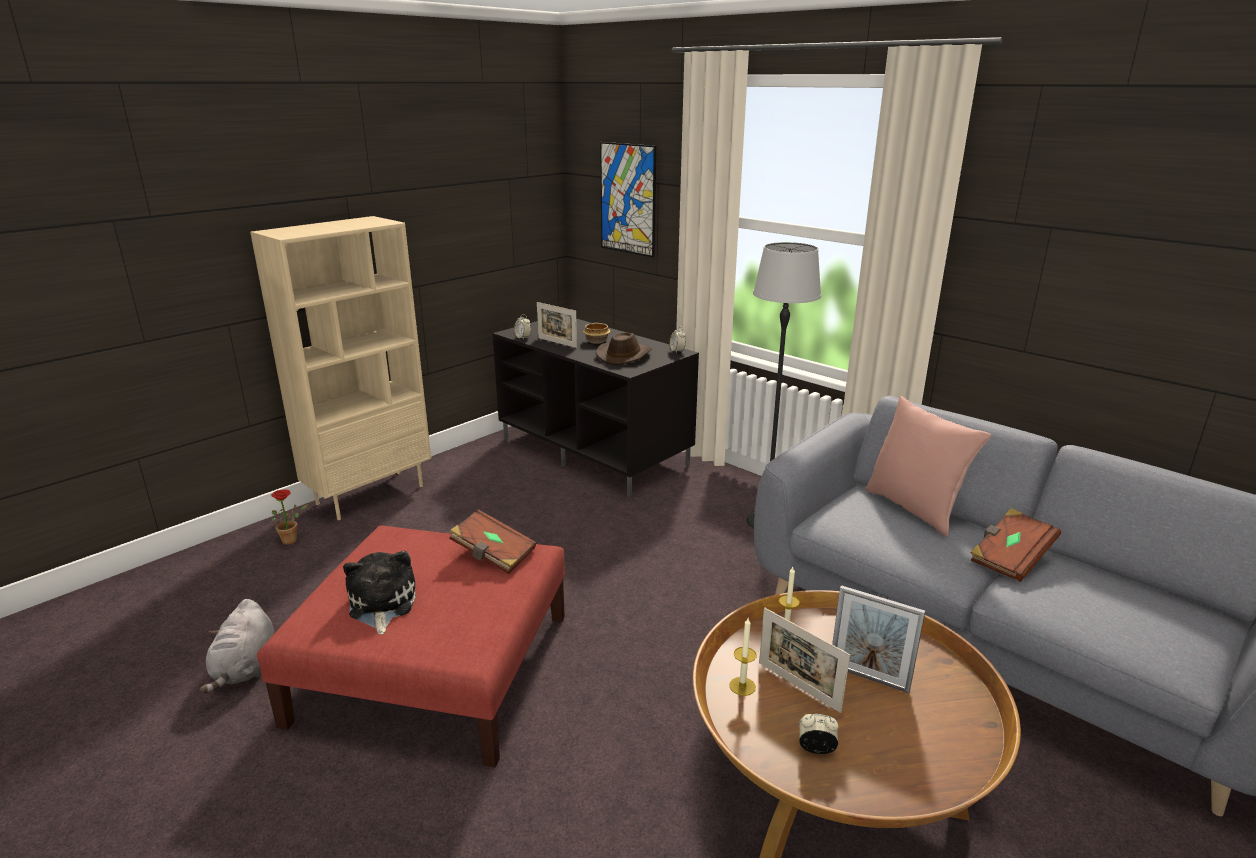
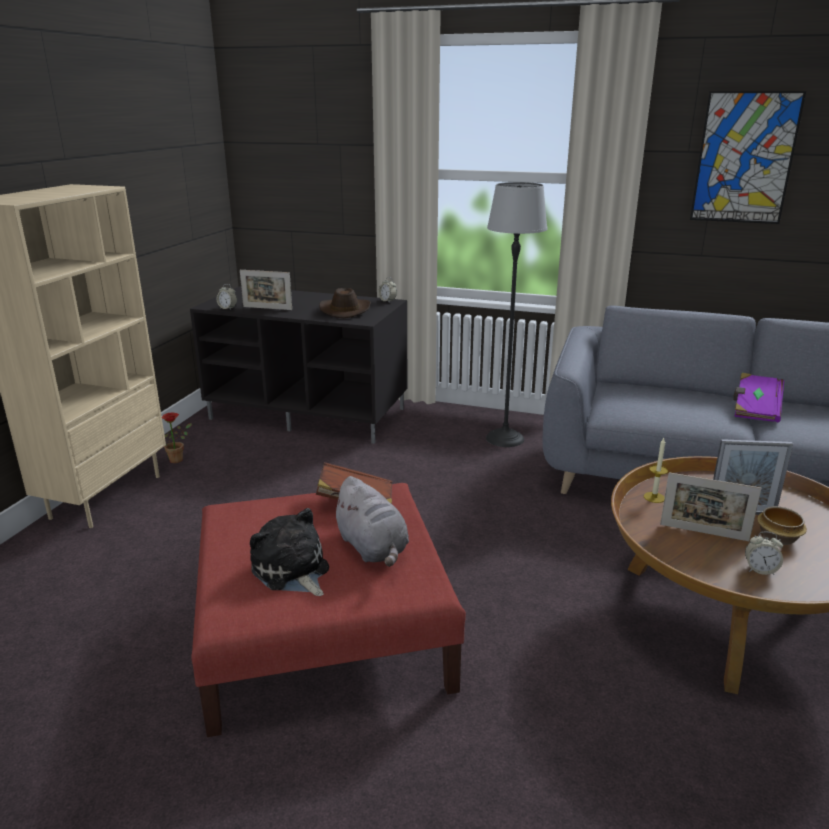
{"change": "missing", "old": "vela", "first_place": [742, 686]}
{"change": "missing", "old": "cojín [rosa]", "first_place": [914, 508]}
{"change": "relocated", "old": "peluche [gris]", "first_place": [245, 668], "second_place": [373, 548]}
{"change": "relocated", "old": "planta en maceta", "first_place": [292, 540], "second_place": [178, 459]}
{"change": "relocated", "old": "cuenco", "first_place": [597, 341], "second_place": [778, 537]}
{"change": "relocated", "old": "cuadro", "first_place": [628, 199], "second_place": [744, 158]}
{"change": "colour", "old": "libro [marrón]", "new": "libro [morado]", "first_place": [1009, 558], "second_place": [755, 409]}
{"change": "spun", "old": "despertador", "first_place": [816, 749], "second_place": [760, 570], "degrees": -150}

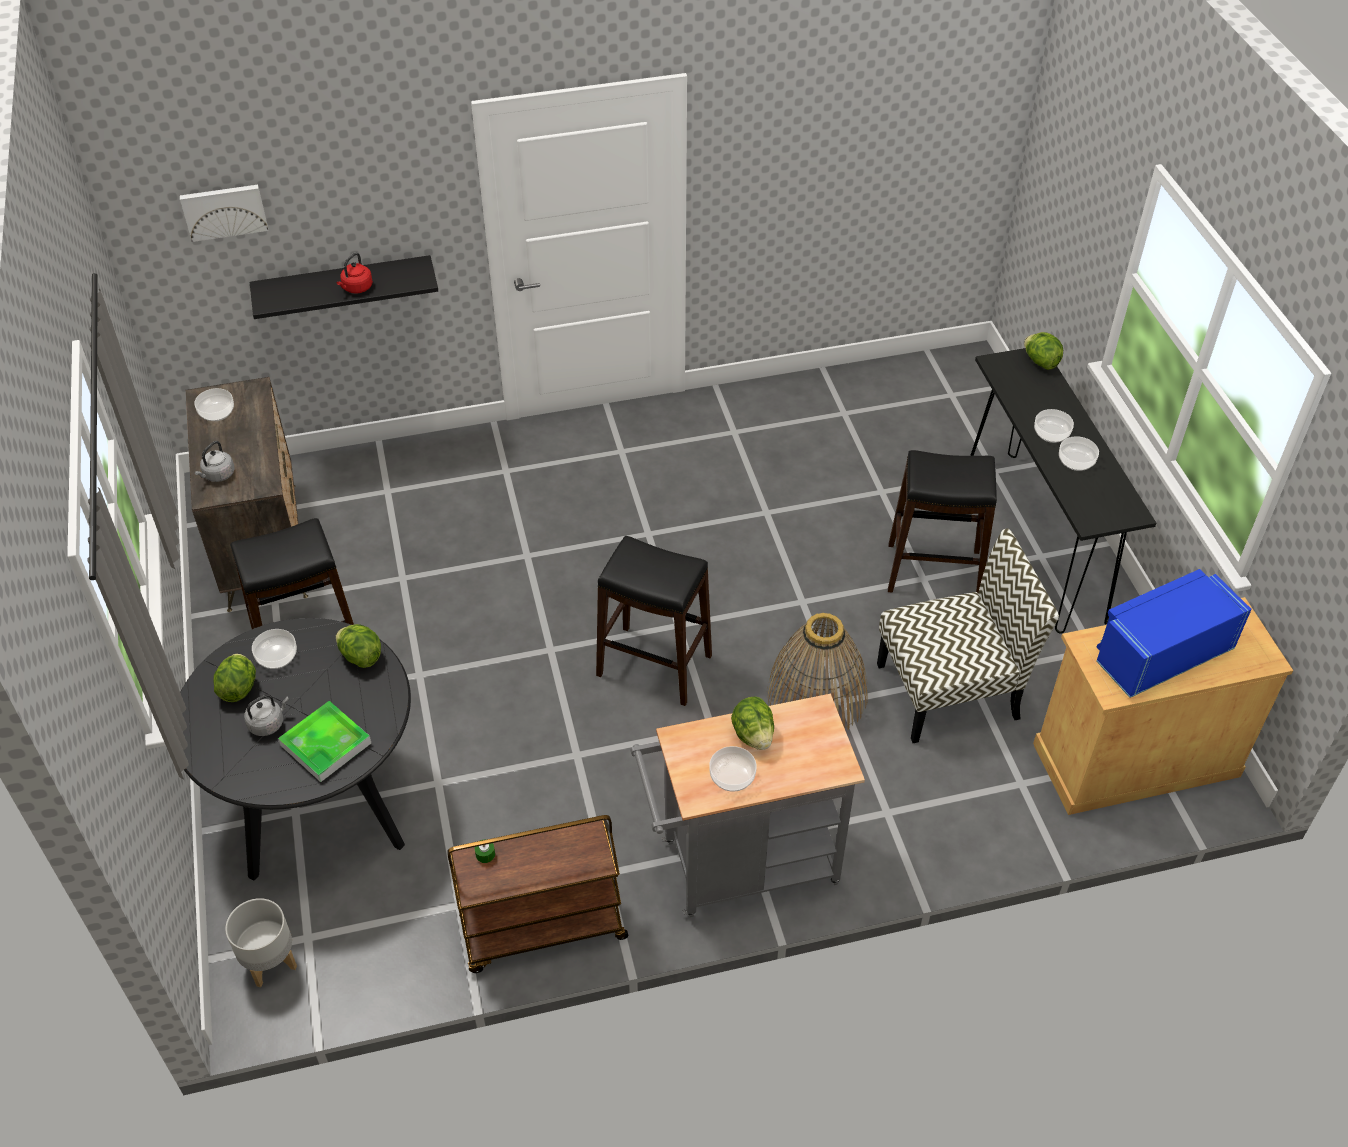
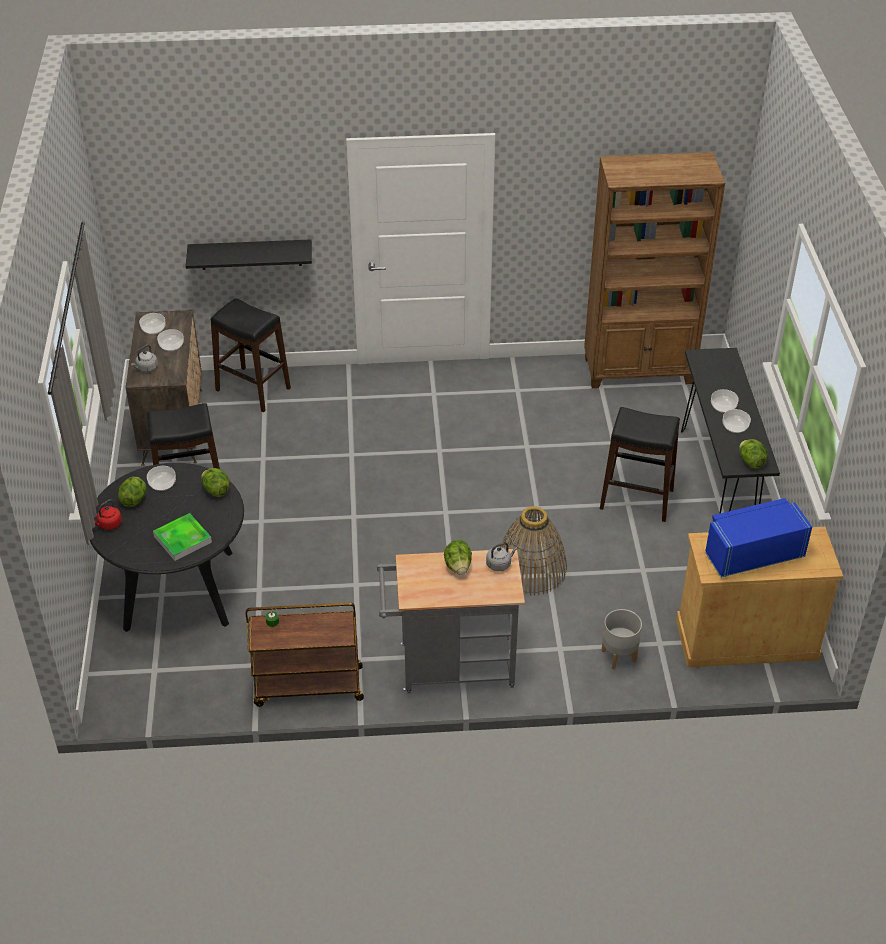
{"change": "missing", "old": "cuadro", "first_place": [224, 211]}
{"change": "missing", "old": "silla", "first_place": [950, 690]}
{"change": "appeared", "new": "estantería [marrón]", "second_place": [639, 371]}
{"change": "relocated", "old": "maceta [gris]", "first_place": [269, 962], "second_place": [618, 656]}
{"change": "relocated", "old": "hervidor [gris]", "first_place": [268, 723], "second_place": [499, 564]}
{"change": "relocated", "old": "hervidor [rojo]", "first_place": [356, 288], "second_place": [109, 524]}
{"change": "relocated", "old": "taburete [negro]", "first_place": [653, 665], "second_place": [252, 389]}
{"change": "relocated", "old": "cuenco", "first_place": [733, 777], "second_place": [171, 345]}
{"change": "relocated", "old": "lechuga", "first_place": [1040, 362], "second_place": [750, 461]}

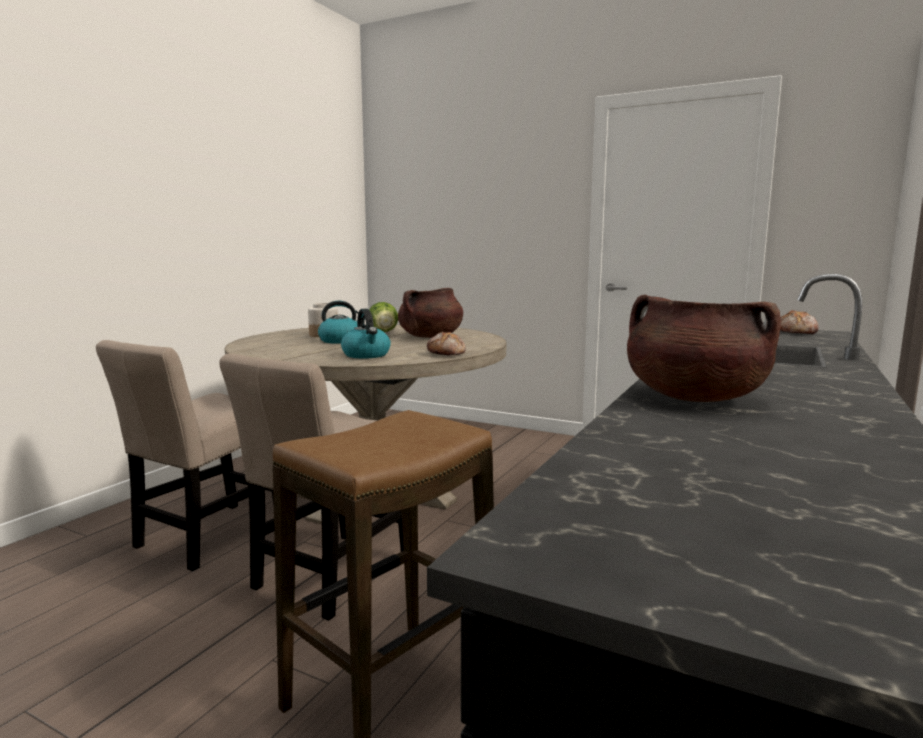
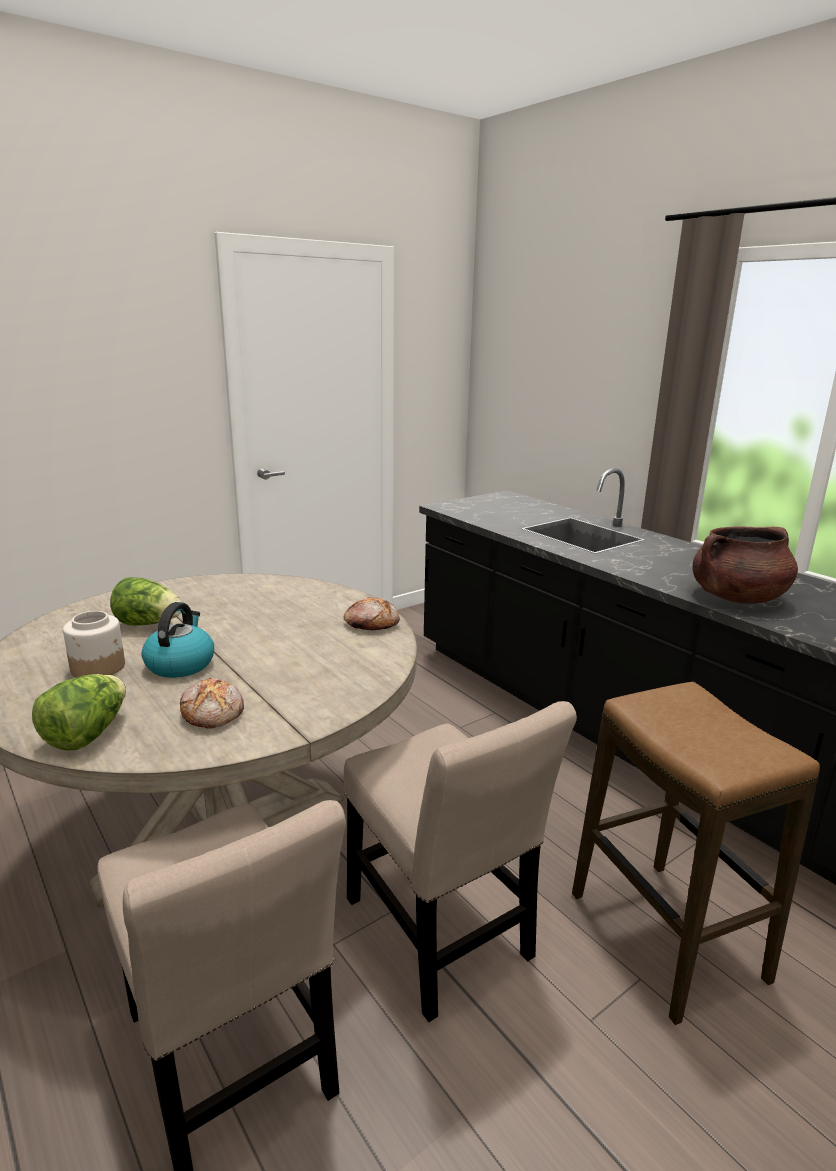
{"change": "missing", "old": "hervidor", "first_place": [366, 355]}
{"change": "missing", "old": "olla [marrón]", "first_place": [430, 337]}
{"change": "appeared", "new": "lechuga", "second_place": [87, 734]}
{"change": "relocated", "old": "pan", "first_place": [797, 332], "second_place": [214, 713]}

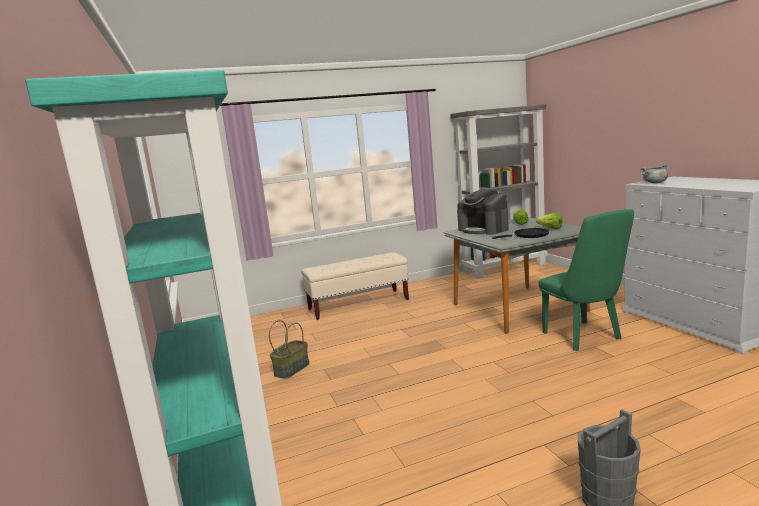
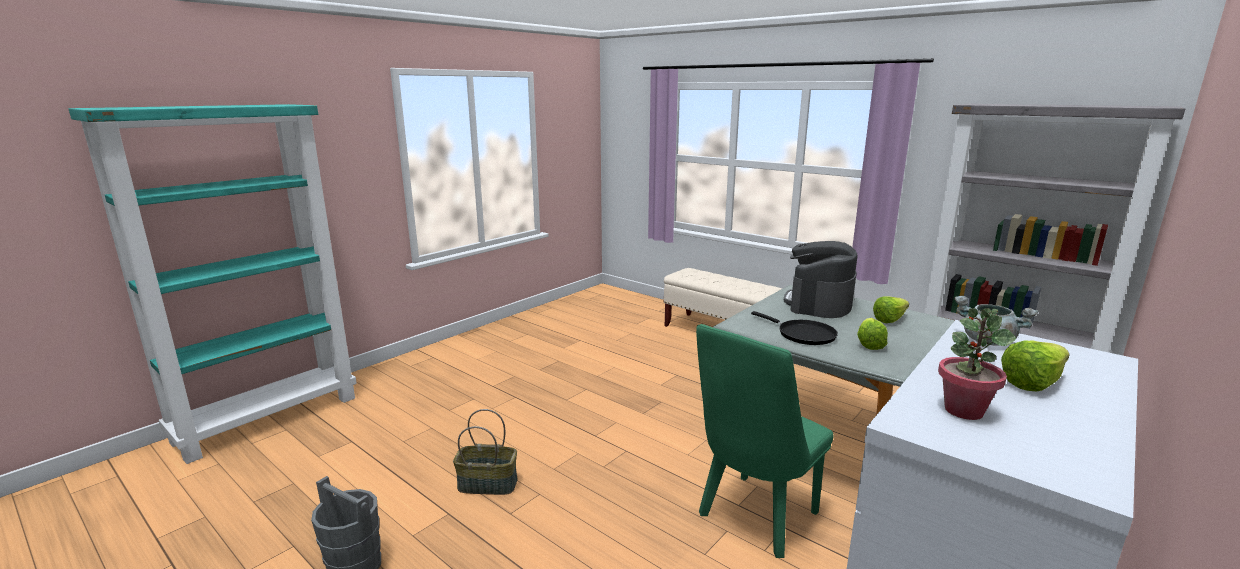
{"change": "appeared", "new": "planta en maceta", "second_place": [963, 410]}
{"change": "appeared", "new": "lechuga", "second_place": [1038, 383]}
{"change": "relocated", "old": "cesta", "first_place": [291, 369], "second_place": [488, 484]}

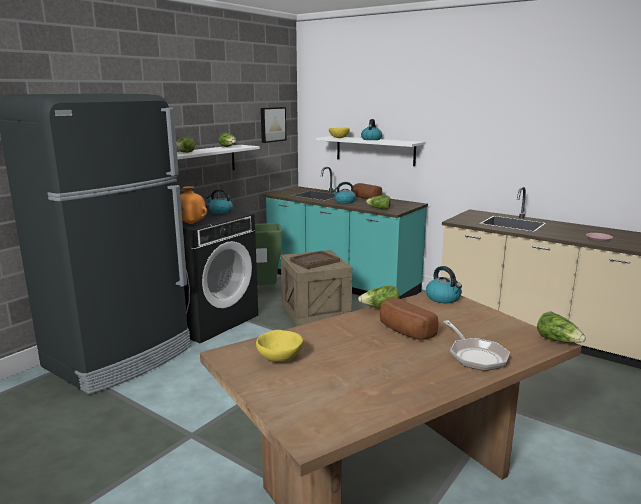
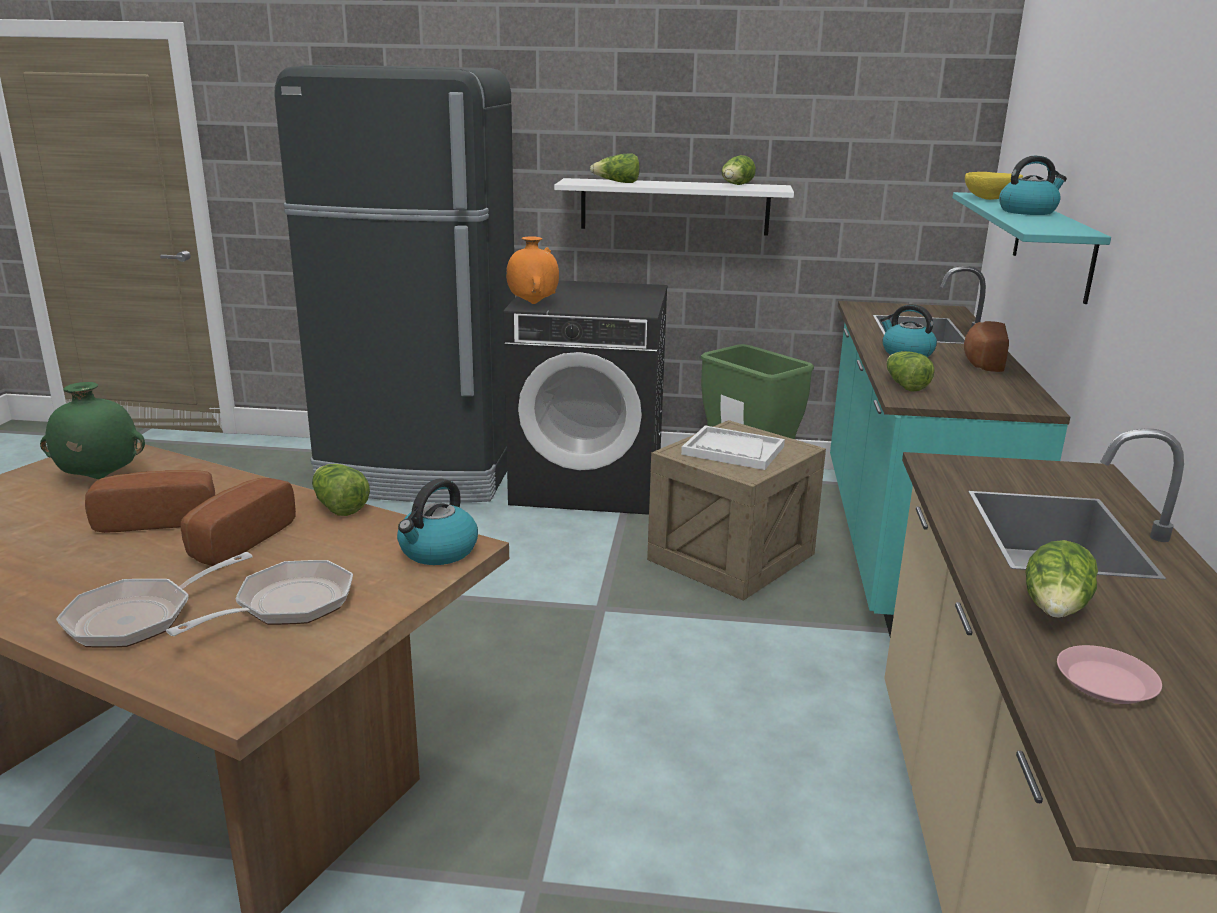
{"change": "missing", "old": "hervidor", "first_place": [220, 211]}
{"change": "missing", "old": "cuadro", "first_place": [272, 124]}
{"change": "appeared", "new": "pan", "second_place": [159, 519]}
{"change": "appeared", "new": "sartén", "second_place": [286, 606]}
{"change": "relocated", "old": "lechuga", "first_place": [558, 341], "second_place": [1055, 609]}
{"change": "exchanged", "old": "cuenco [amarillo]", "new": "florero [verde]", "first_place": [280, 358], "second_place": [99, 478]}
{"change": "colour", "old": "bandeja [marrón]", "new": "bandeja [blanco]", "first_place": [314, 261], "second_place": [732, 450]}
{"change": "colour", "old": "estante [blanco]", "new": "estante [turquesa]", "first_place": [375, 150], "second_place": [1052, 245]}

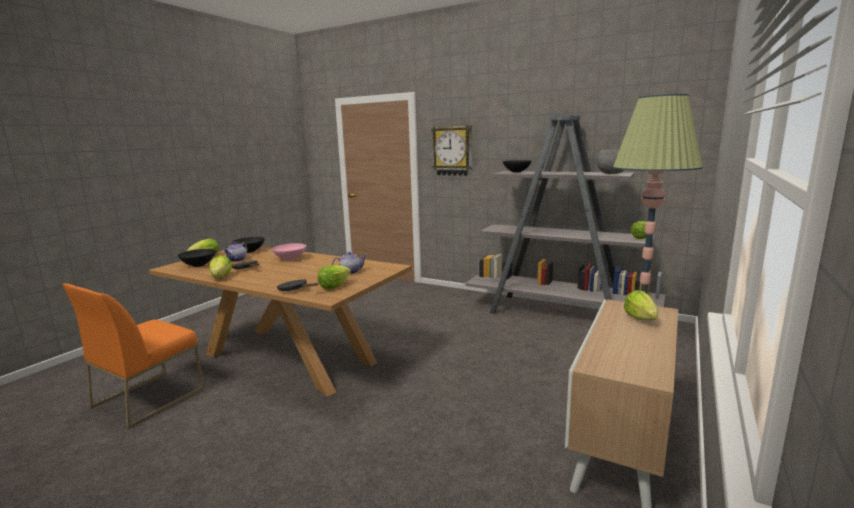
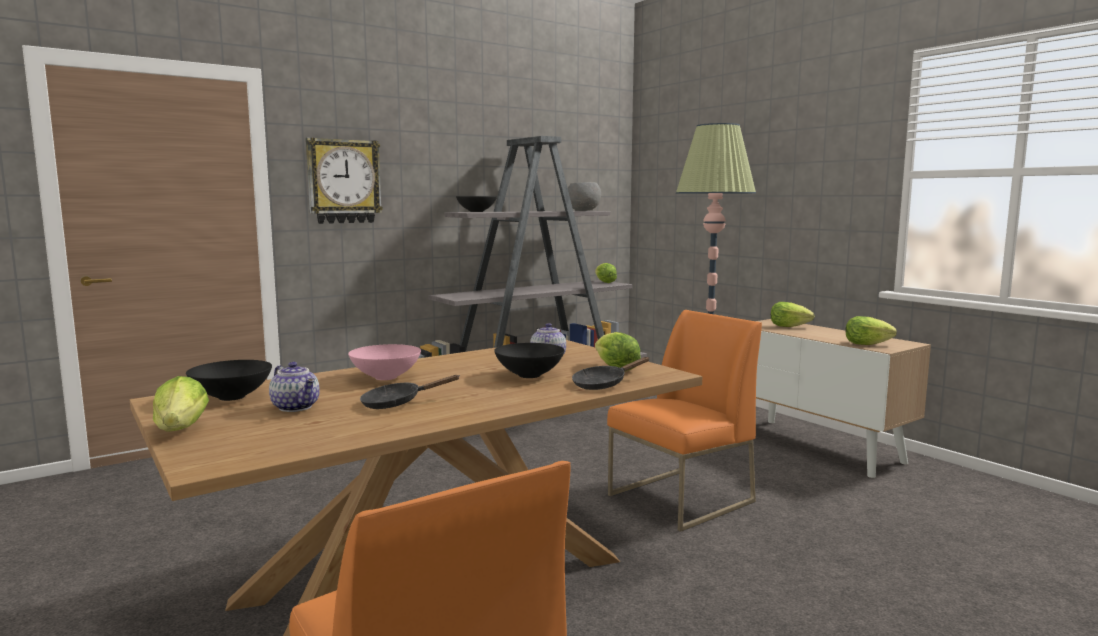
{"change": "appeared", "new": "silla [naranja]", "second_place": [680, 499]}
{"change": "relocated", "old": "cuenco [negro]", "first_place": [198, 265], "second_place": [529, 375]}
{"change": "relocated", "old": "lechuga", "first_place": [221, 277], "second_place": [866, 344]}

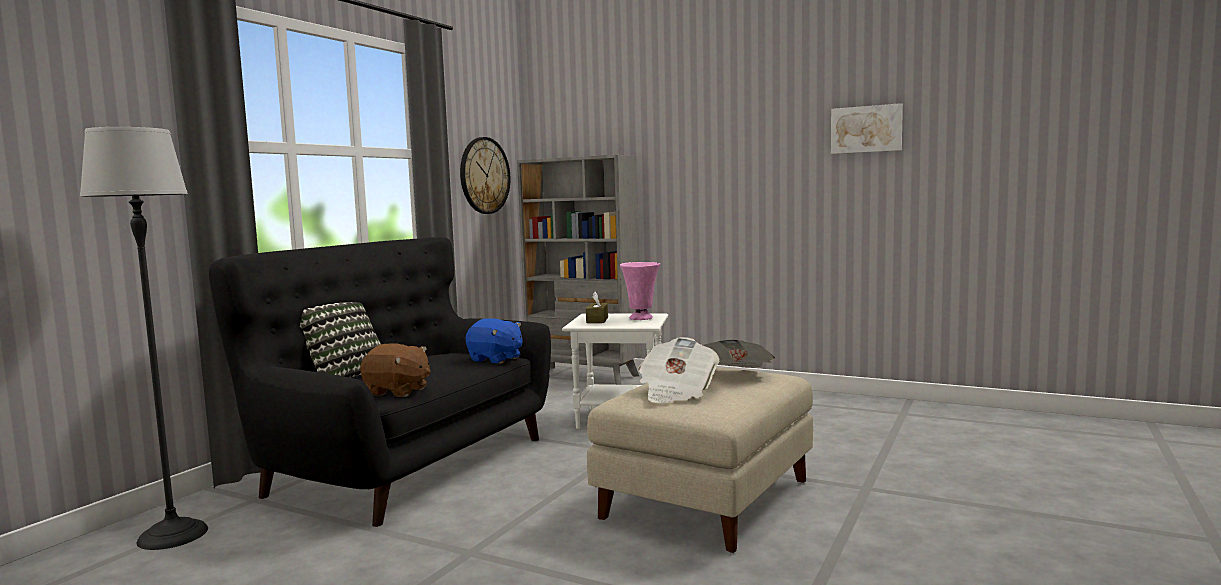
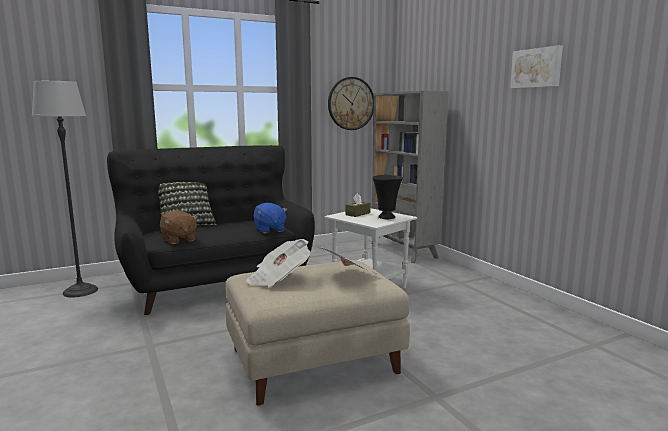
{"change": "relocated", "old": "cuadro", "first_place": [866, 129], "second_place": [537, 68]}
{"change": "colour", "old": "florero [rosa]", "new": "florero [negro]", "first_place": [641, 318], "second_place": [386, 218]}

